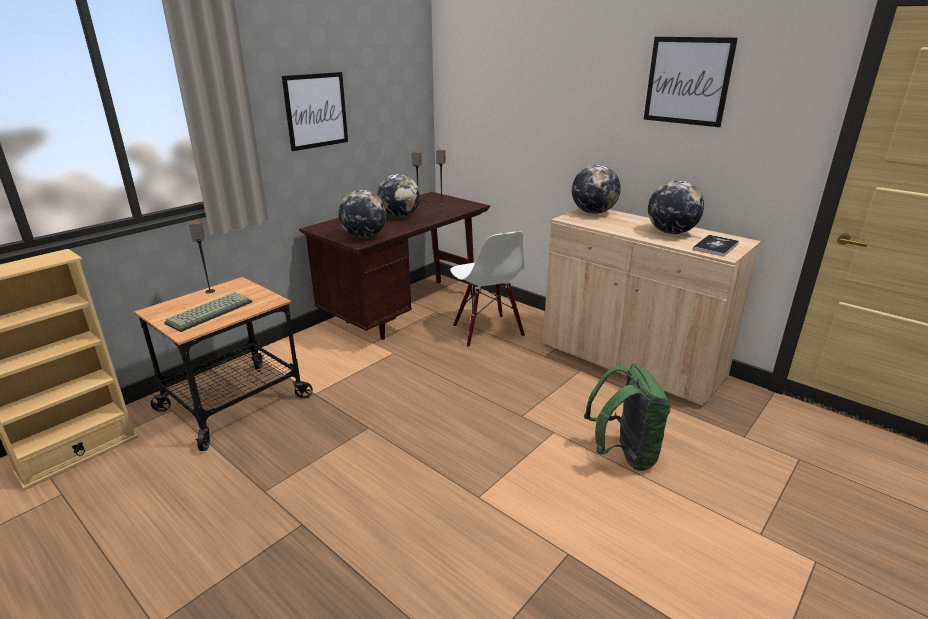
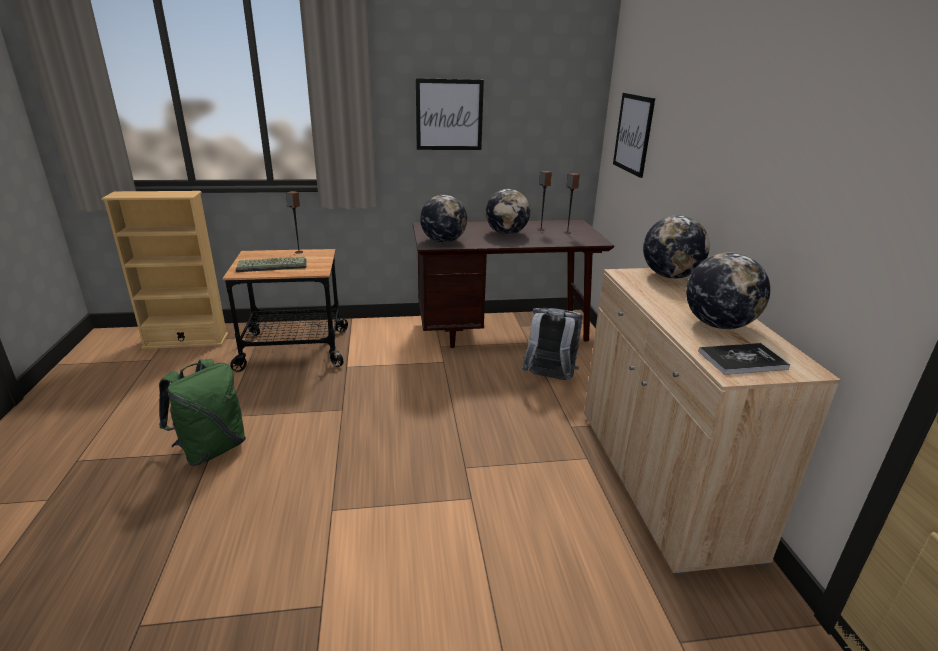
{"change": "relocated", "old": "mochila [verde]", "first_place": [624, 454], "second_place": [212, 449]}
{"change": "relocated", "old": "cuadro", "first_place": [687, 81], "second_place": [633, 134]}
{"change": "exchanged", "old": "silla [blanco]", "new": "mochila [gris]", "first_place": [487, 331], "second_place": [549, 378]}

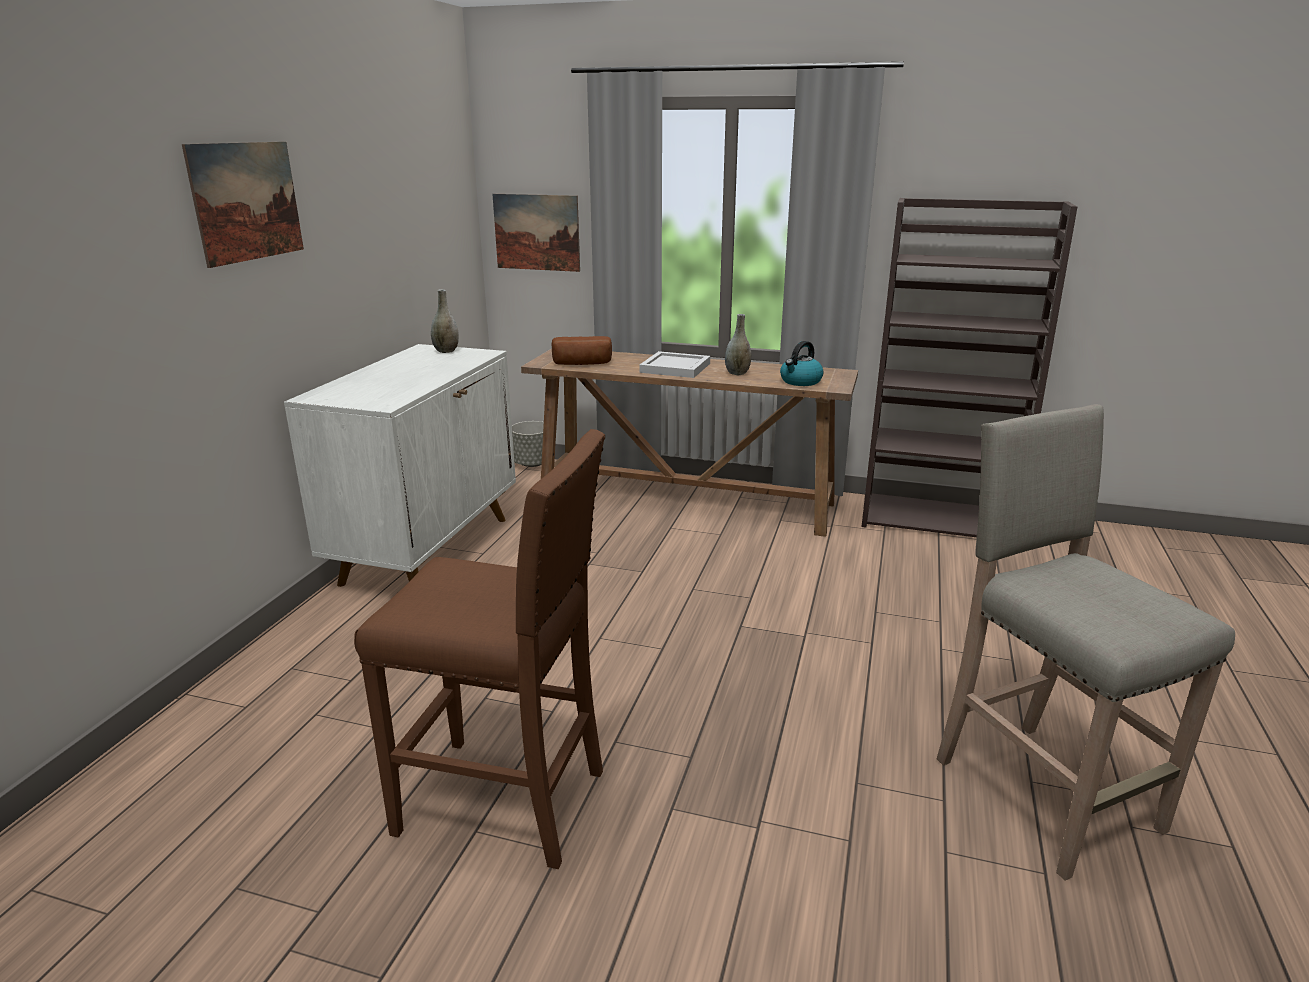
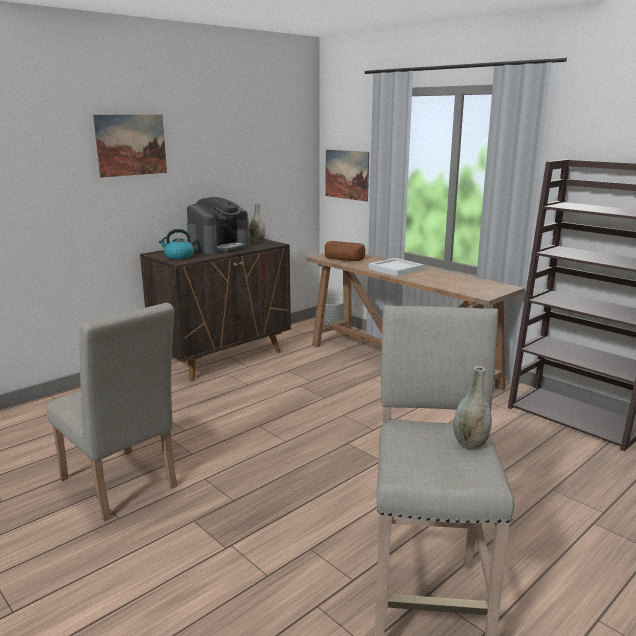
{"change": "appeared", "new": "cafetera", "second_place": [219, 247]}
{"change": "relocated", "old": "florero [gris]", "first_place": [737, 373], "second_place": [470, 443]}
{"change": "relocated", "old": "hervidor", "first_place": [800, 381], "second_place": [178, 256]}
{"change": "exchanged", "old": "taburete [marrón]", "new": "silla [beis]", "first_place": [506, 802], "second_place": [122, 487]}
{"change": "colour", "old": "armario [blanco]", "new": "armario [marrón]", "first_place": [428, 549], "second_place": [224, 358]}

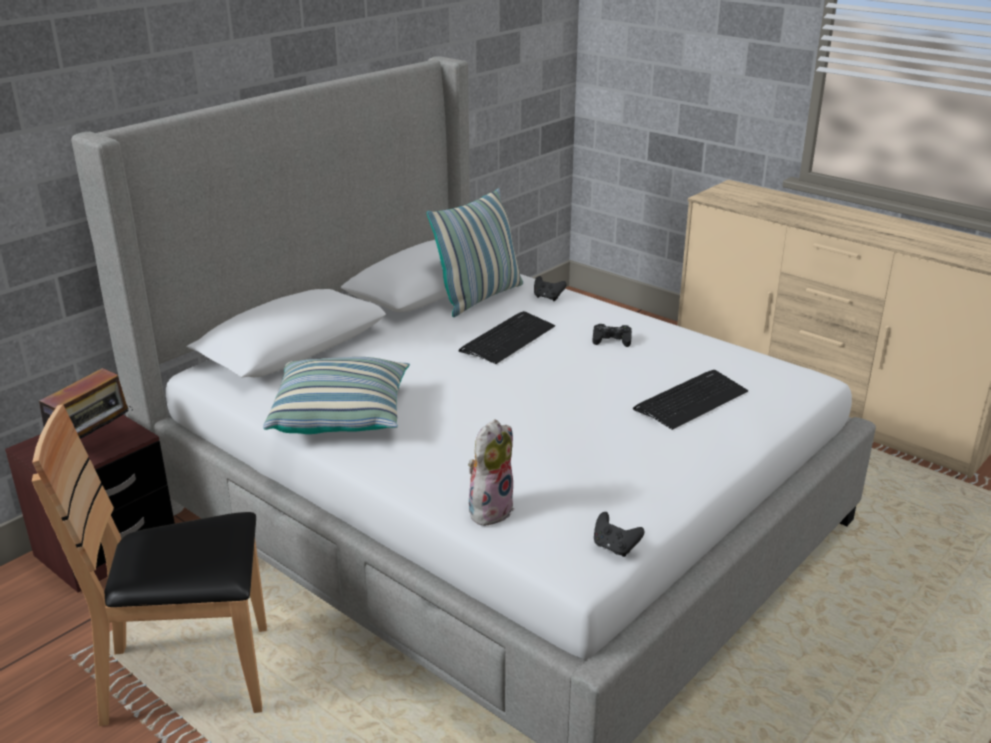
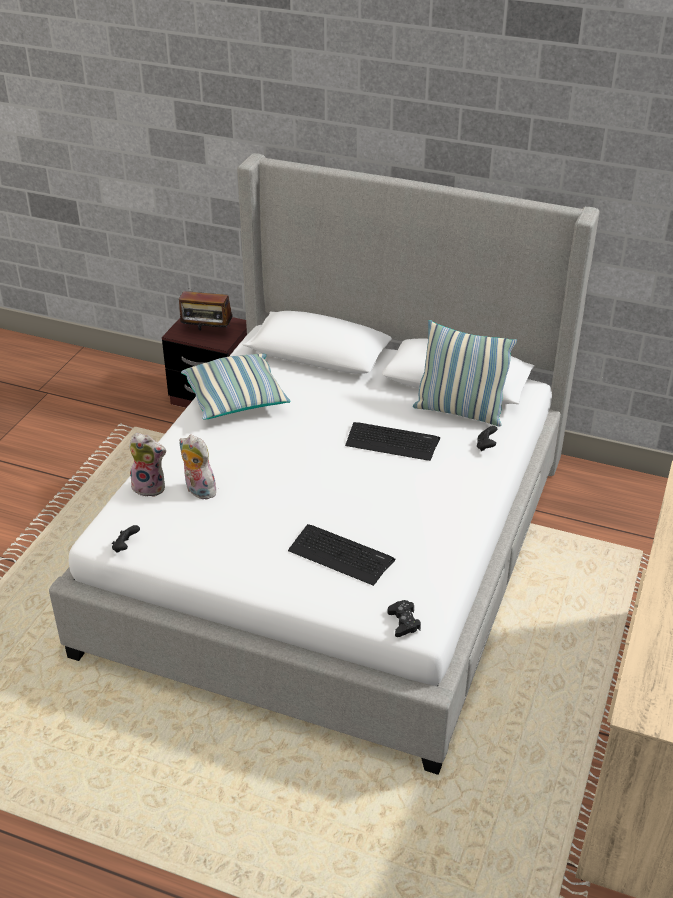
{"change": "missing", "old": "silla [marrón]", "first_place": [190, 677]}
{"change": "appeared", "new": "peluche", "second_place": [198, 491]}
{"change": "relocated", "old": "mando de consola [negro]", "first_place": [611, 340], "second_place": [403, 622]}

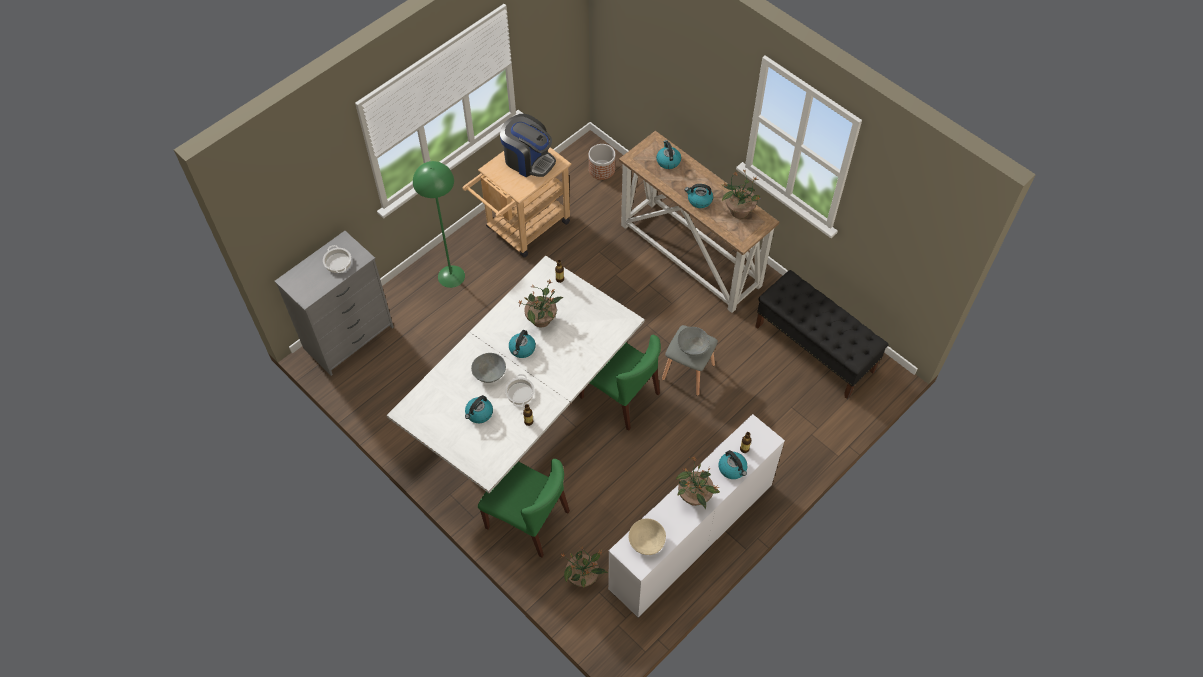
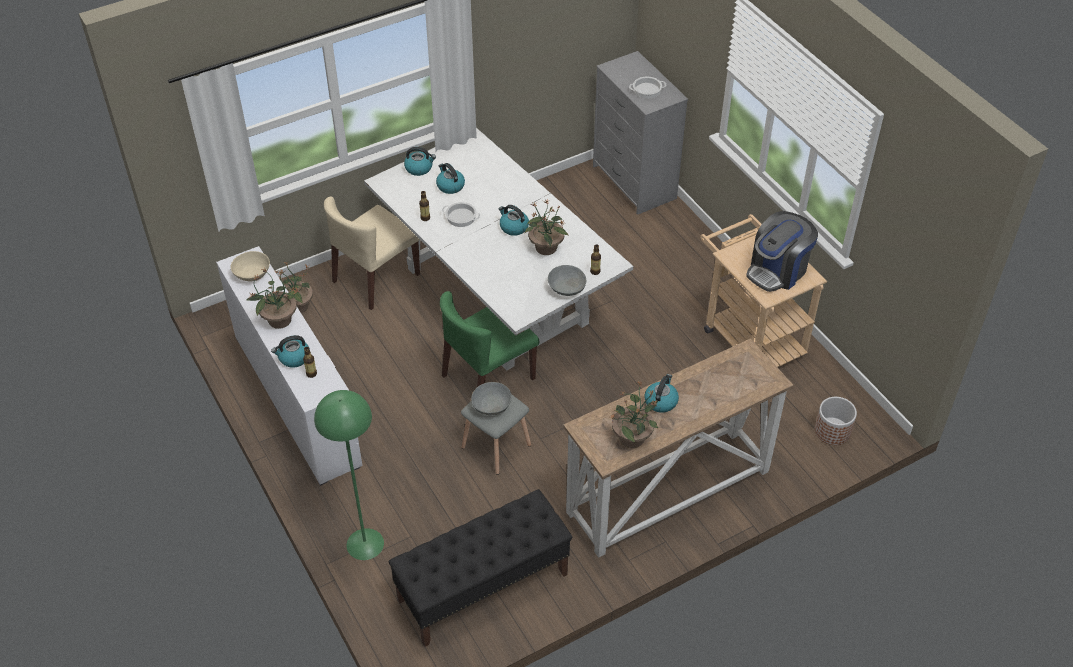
{"change": "relocated", "old": "lámpara de pie [verde]", "first_place": [451, 276], "second_place": [365, 544]}
{"change": "relocated", "old": "cuenco [gris]", "first_place": [489, 373], "second_place": [566, 288]}
{"change": "relocated", "old": "hervidor", "first_place": [668, 161], "second_place": [419, 168]}
{"change": "colour", "old": "silla [verde]", "new": "silla [beis]", "first_place": [528, 519], "second_place": [376, 278]}

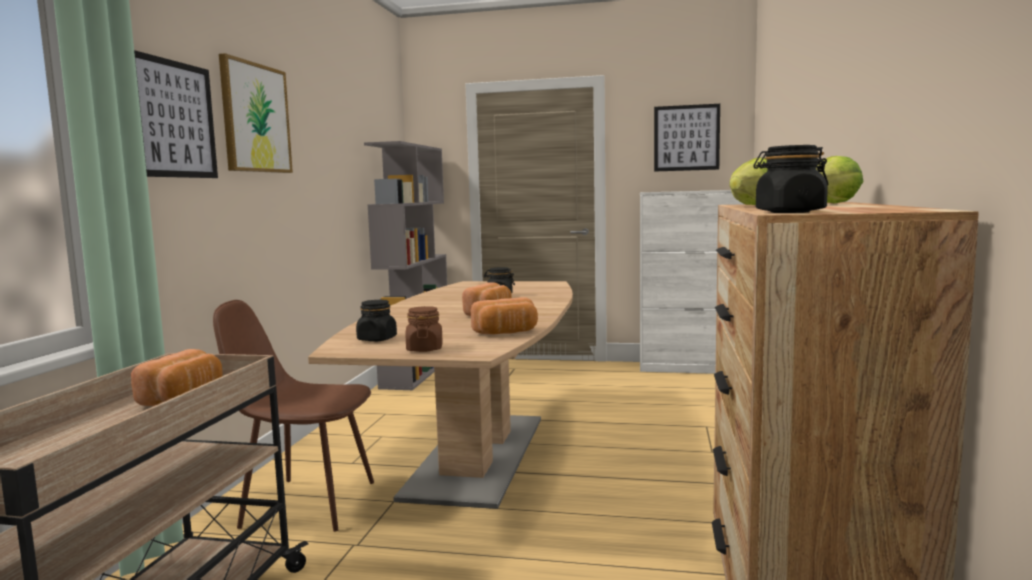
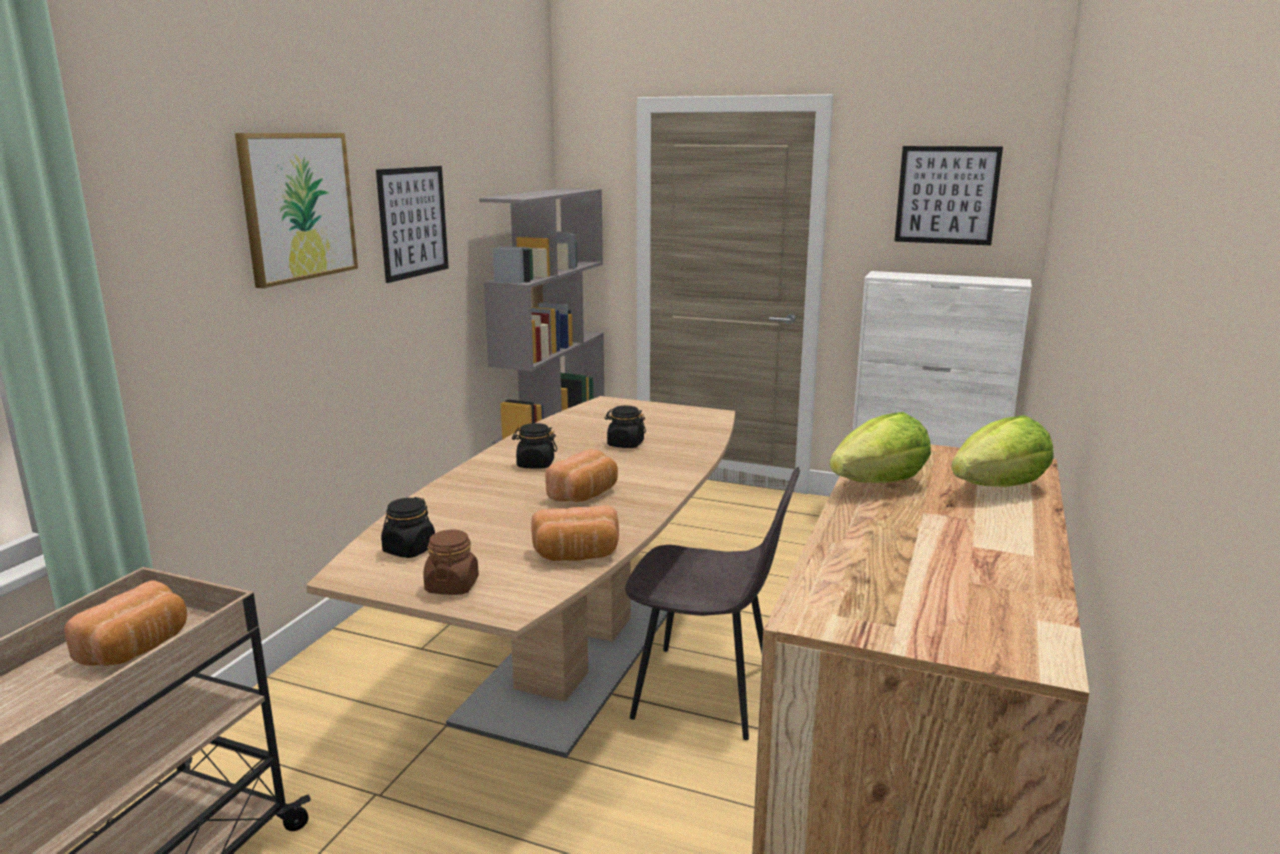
{"change": "missing", "old": "silla [marrón]", "first_place": [306, 504]}
{"change": "appeared", "new": "silla [gris]", "second_place": [707, 692]}
{"change": "relocated", "old": "cuadro", "first_place": [175, 119], "second_place": [413, 222]}
{"change": "relocated", "old": "tarro [negro]", "first_place": [789, 212], "second_place": [535, 464]}

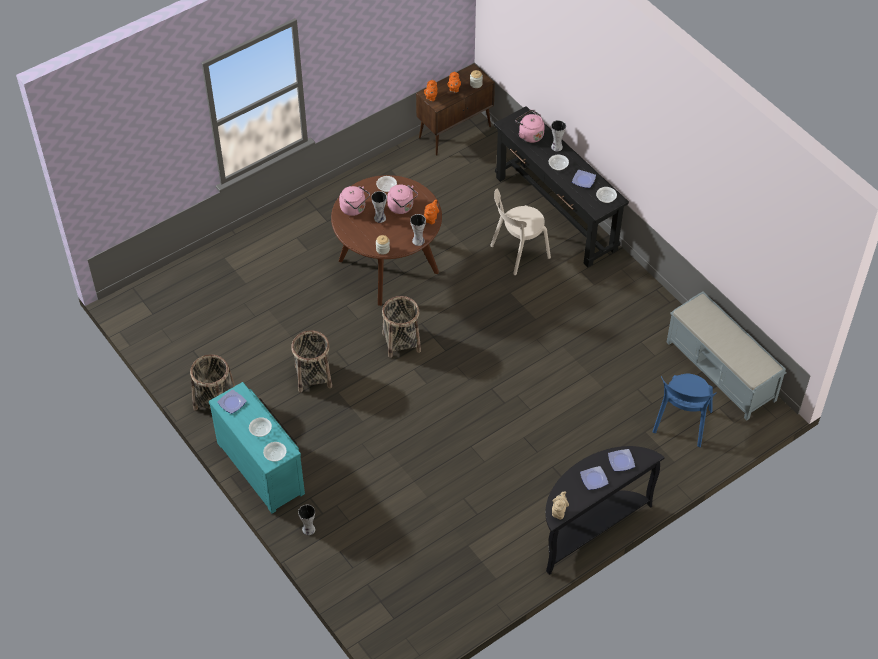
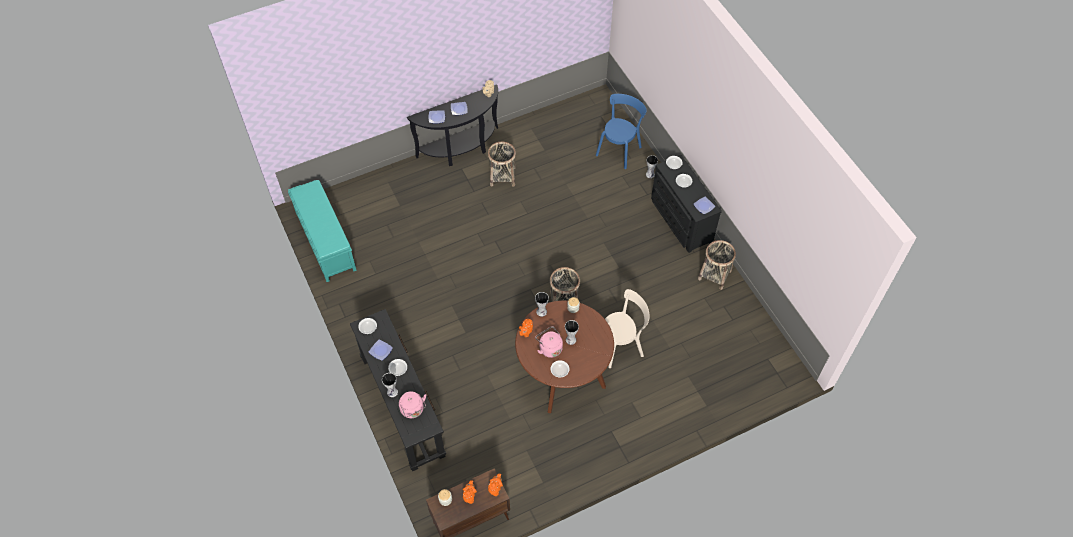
{"change": "missing", "old": "hervidor [rosa]", "first_place": [354, 209]}
{"change": "relocated", "old": "cesta", "first_place": [313, 377], "second_place": [502, 176]}
{"change": "relocated", "old": "silla [beis]", "first_place": [517, 253], "second_place": [621, 345]}
{"change": "relocated", "old": "silla [azul]", "first_place": [681, 424], "second_place": [619, 149]}
{"change": "colour", "old": "cómoda [turquesa]", "new": "cómoda [negro]", "first_place": [262, 466], "second_place": [679, 220]}
{"change": "colour", "old": "banco [gris]", "new": "banco [turquesa]", "first_place": [721, 371], "second_place": [325, 241]}

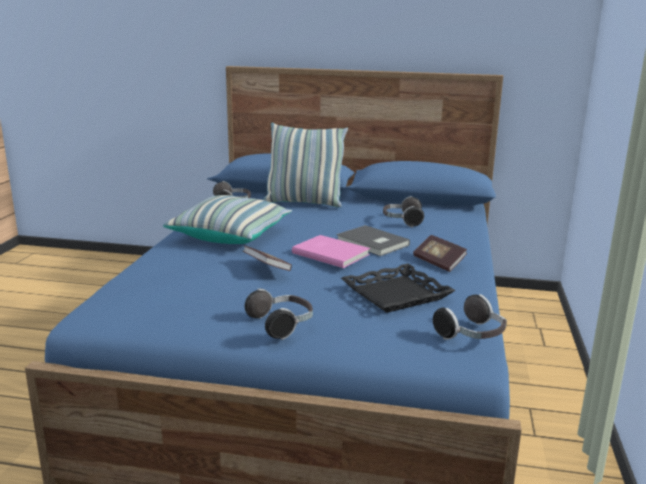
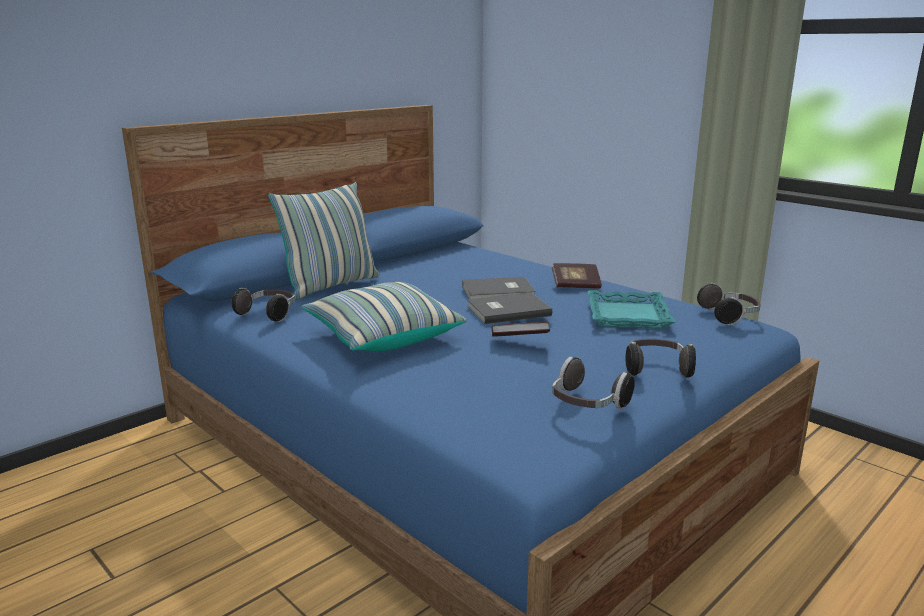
{"change": "relocated", "old": "auriculares", "first_place": [402, 221], "second_place": [587, 405]}
{"change": "colour", "old": "libro [rosa]", "new": "libro [gris]", "first_place": [331, 253], "second_place": [506, 310]}
{"change": "colour", "old": "bandeja [negro]", "new": "bandeja [turquesa]", "first_place": [396, 294], "second_place": [629, 316]}

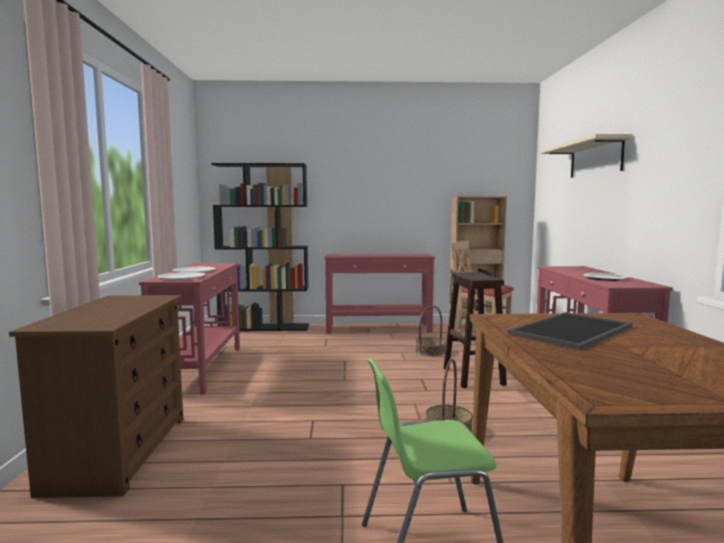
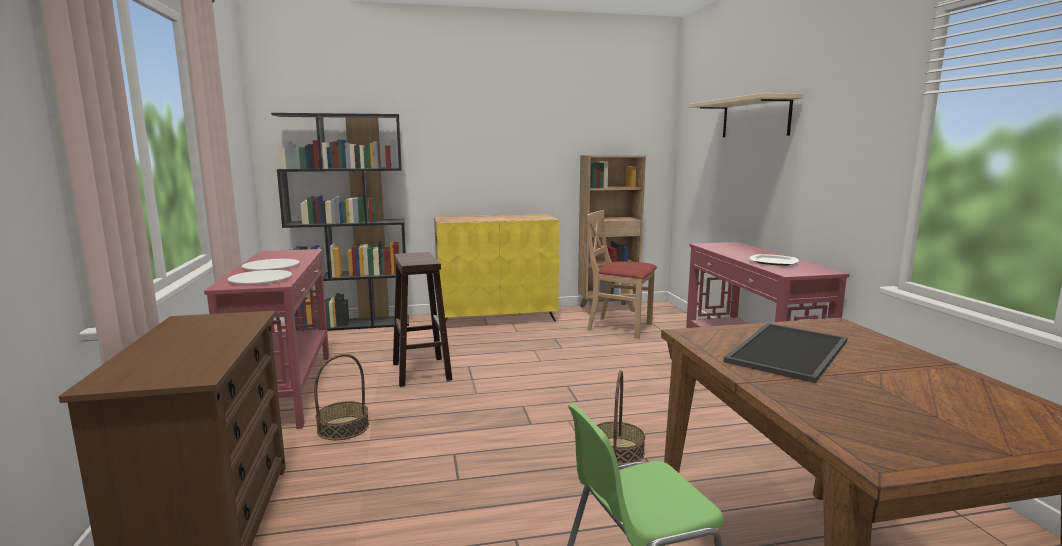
{"change": "relocated", "old": "cesta", "first_place": [430, 351], "second_place": [343, 428]}
{"change": "relocated", "old": "taburete [marrón]", "first_place": [472, 376], "second_place": [421, 371]}
{"change": "exchanged", "old": "mesa consola [rojo]", "new": "armario [amarillo]", "first_place": [378, 328], "second_place": [497, 318]}

